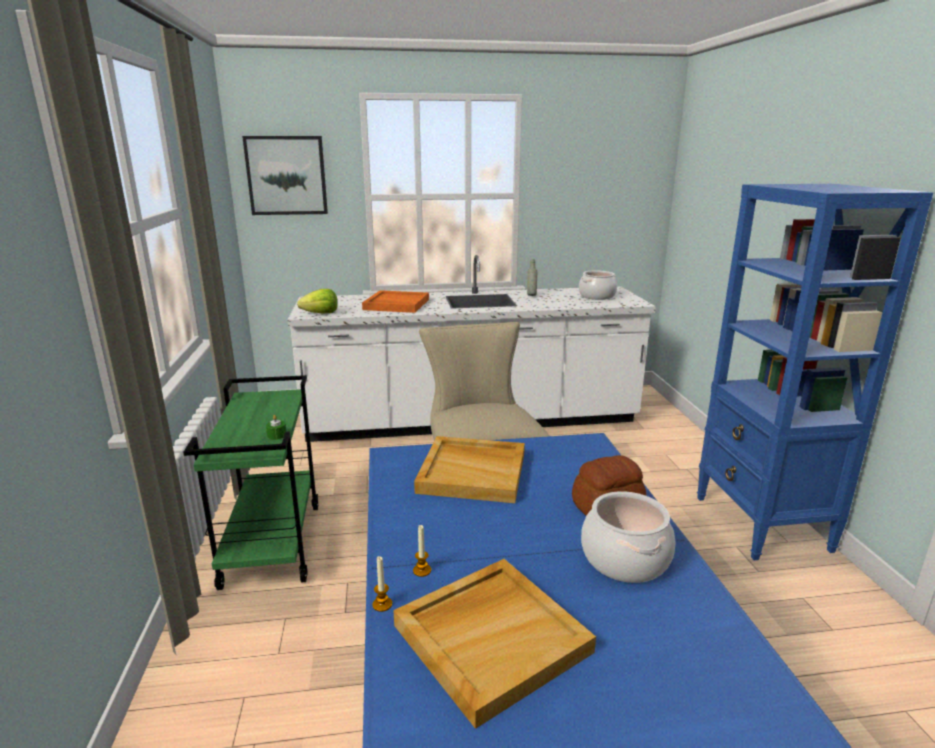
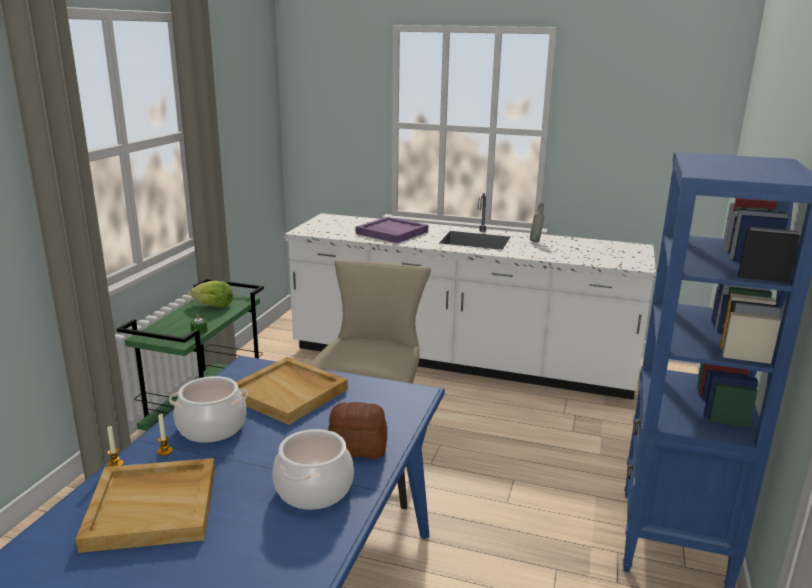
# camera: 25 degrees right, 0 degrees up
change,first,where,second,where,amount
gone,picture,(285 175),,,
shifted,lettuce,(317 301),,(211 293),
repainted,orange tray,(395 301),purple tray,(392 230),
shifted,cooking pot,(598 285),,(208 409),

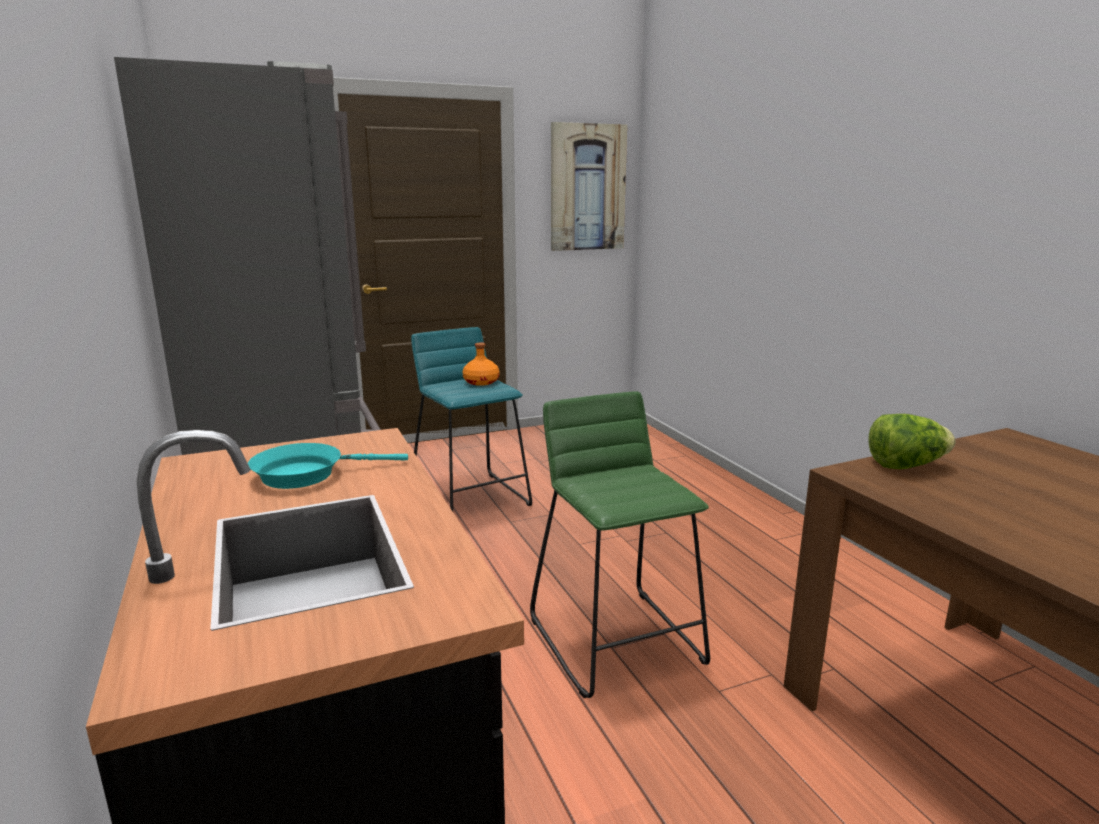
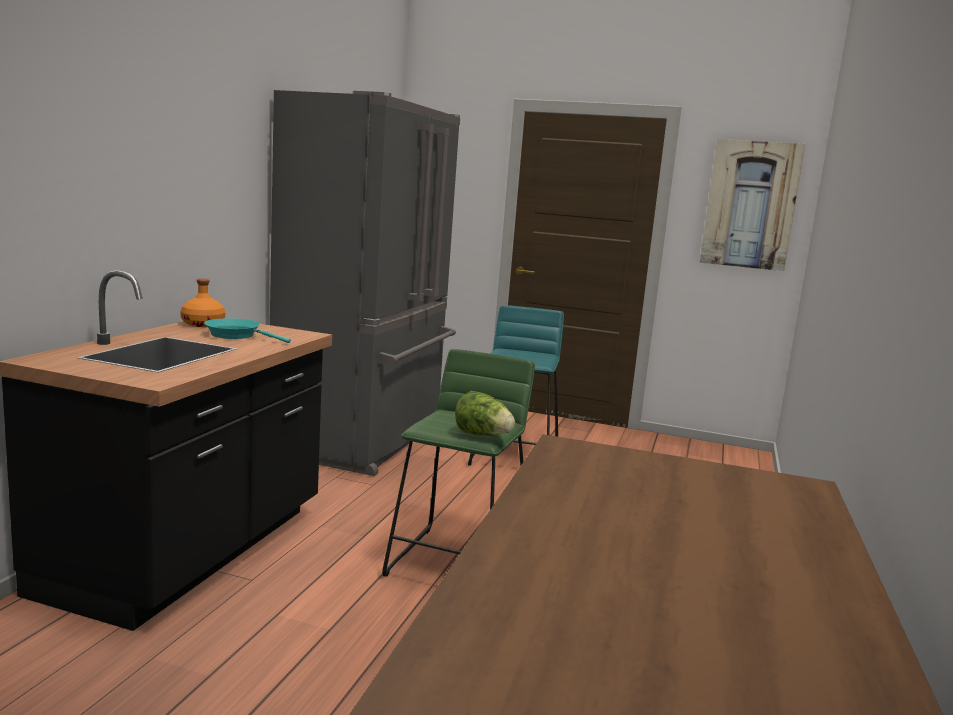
# camera: 40 degrees right, 5 degrees down
change,first,where,second,where,amount
shifted,orange bottle,(481 364),,(202 302),
shifted,lettuce,(912 441),,(485 413),

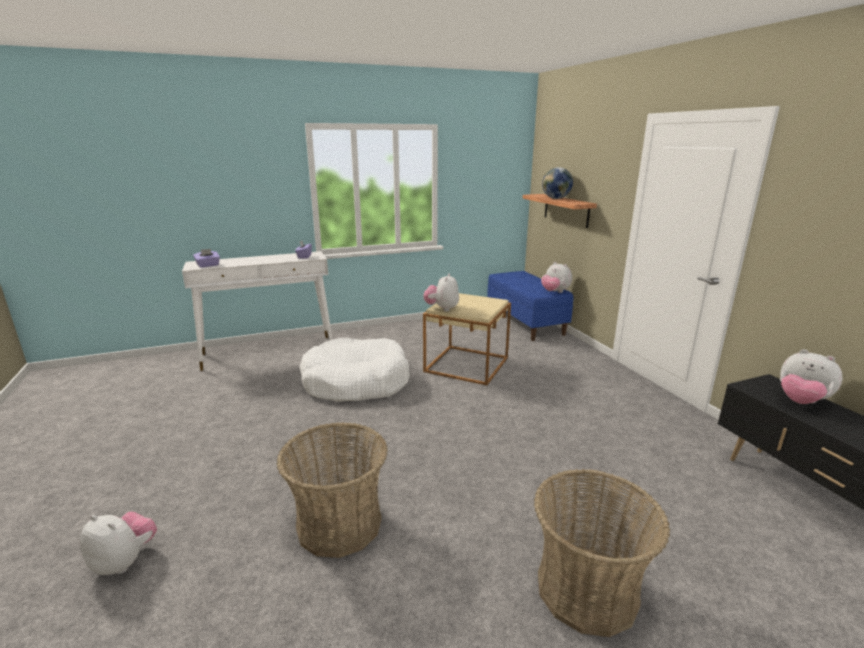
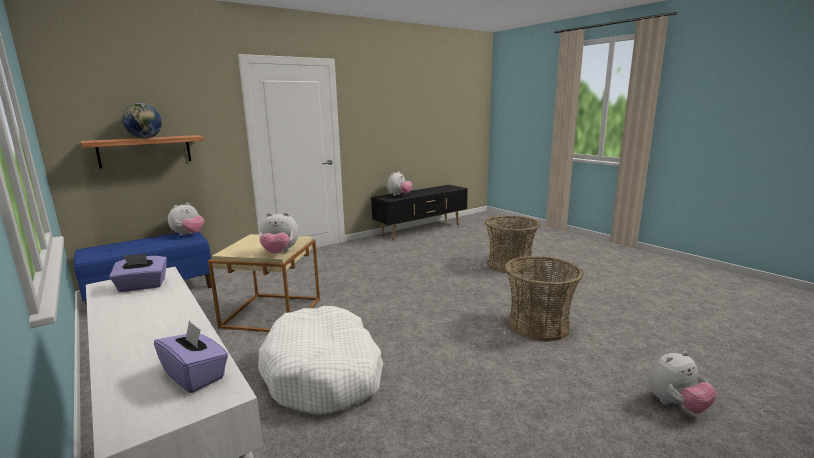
# camera: 105 degrees left, 5 degrees down
change,first,where,second,where,amount
rotated,plush toy,(118 543),,(682 382),120 degrees counterclockwise

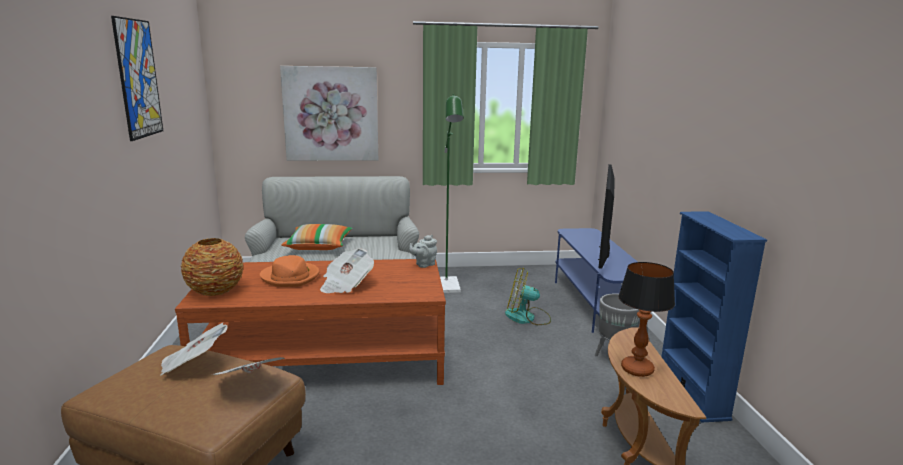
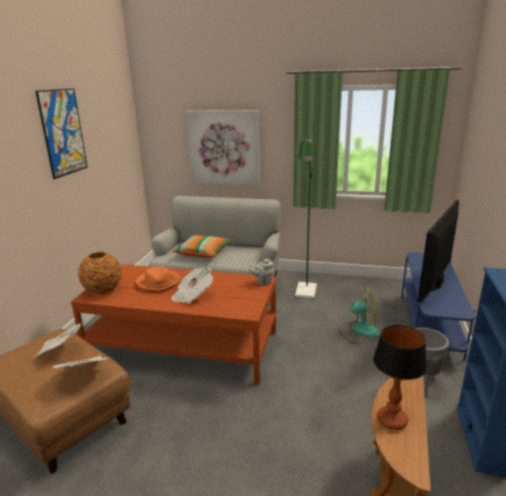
# camera: 20 degrees right, 5 degrees up
change,first,where,second,where,amount
rotated,fan,(528 296),,(359 315),150 degrees clockwise

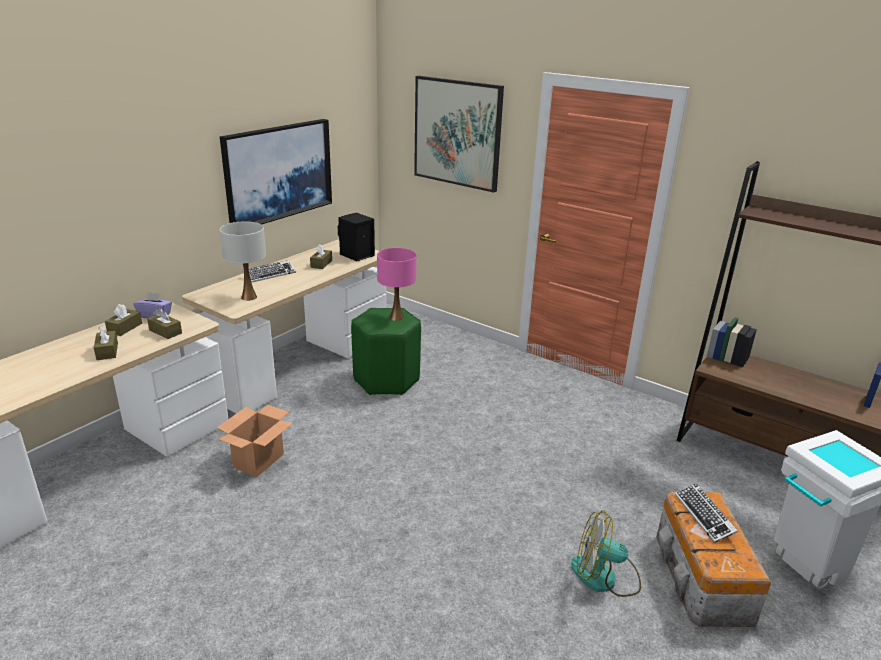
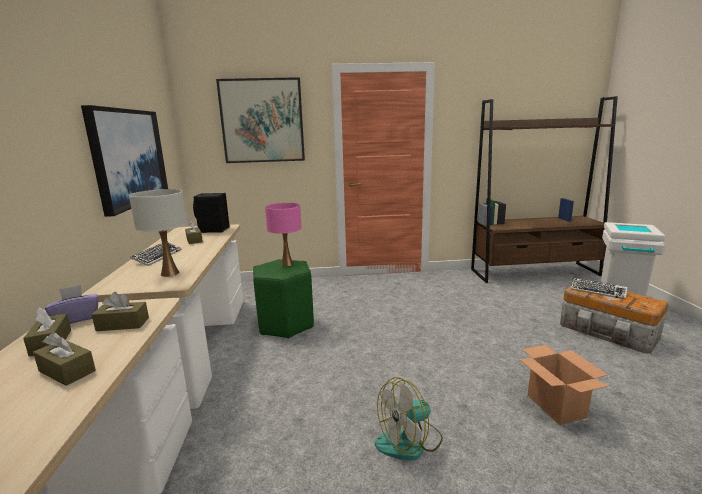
# camera: 40 degrees left, 10 degrees down
change,first,where,second,where,amount
shifted,cardboard box,(254 441),,(564 385),
shifted,fan,(606 553),,(409 419),

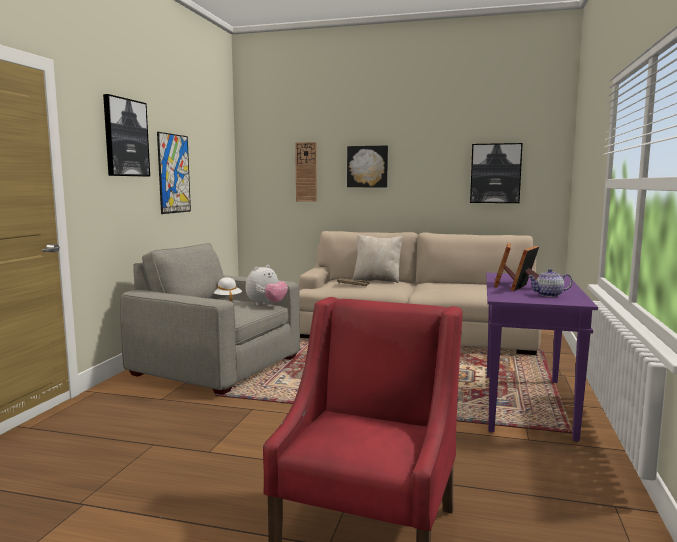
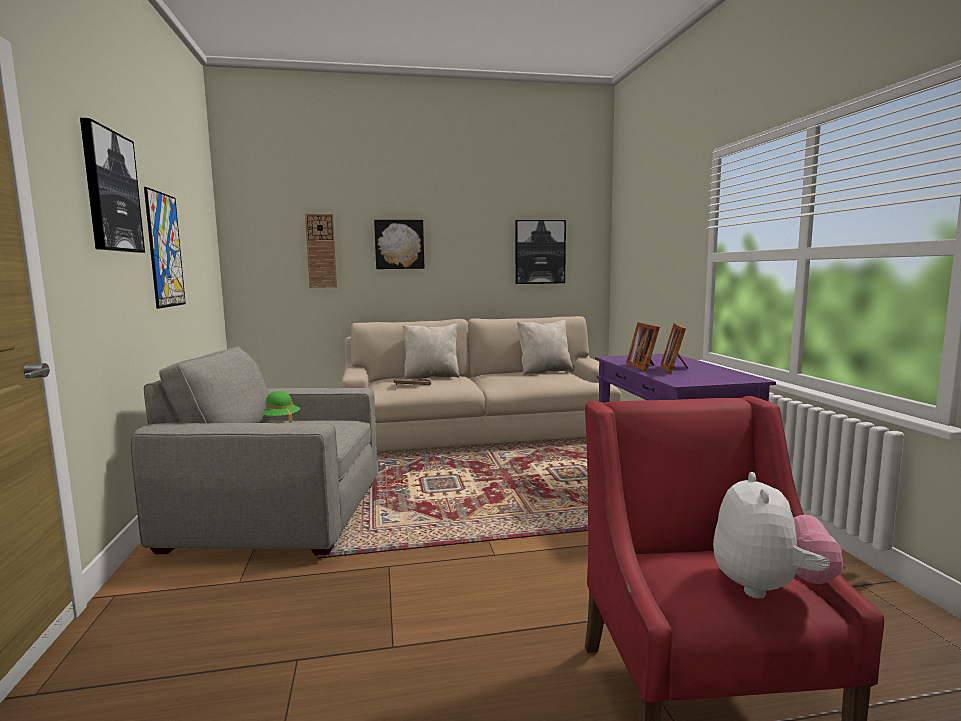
# camera: 25 degrees left, 0 degrees up
change,first,where,second,where,amount
repainted,white hat,(228 289),green hat,(282 407),
shifted,plush toy,(267 285),,(778 535),
gone,teapot,(550 283),,,
new,,,beige pillow,(545 347),

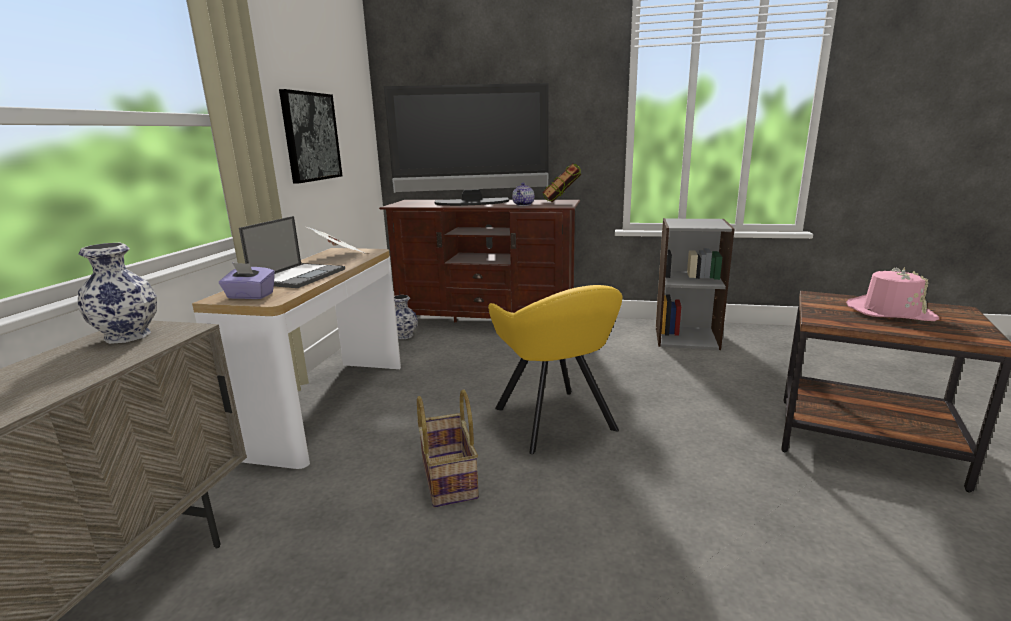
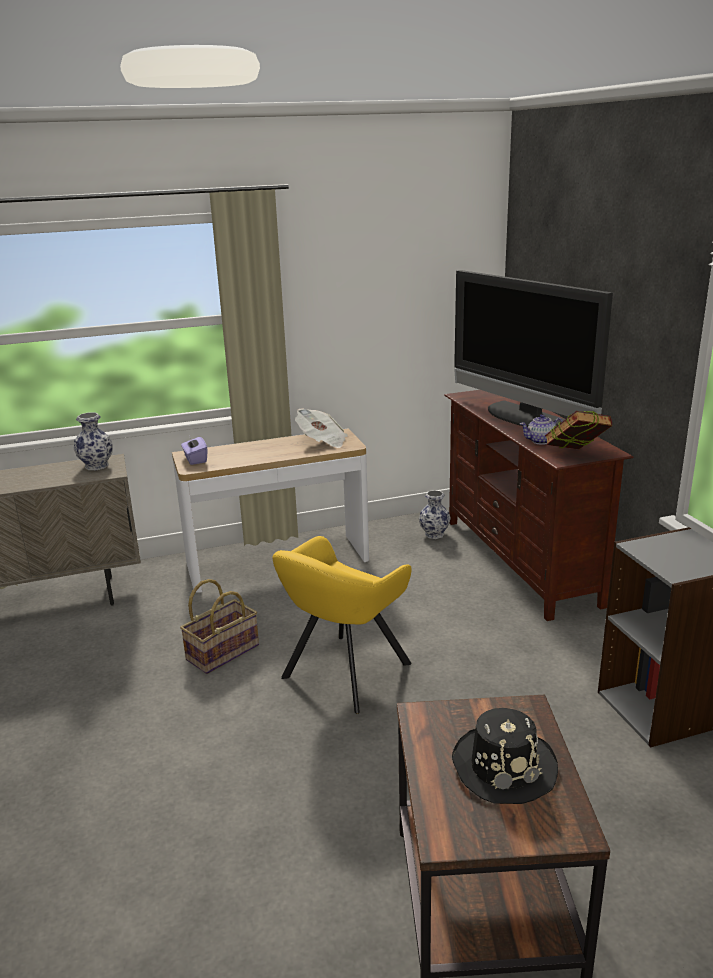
# camera: 60 degrees right, 5 degrees up
change,first,where,second,where,amount
gone,laptop,(292 252),,,
gone,picture,(311 136),,,
repainted,pink hat,(892 294),black hat,(505 756),

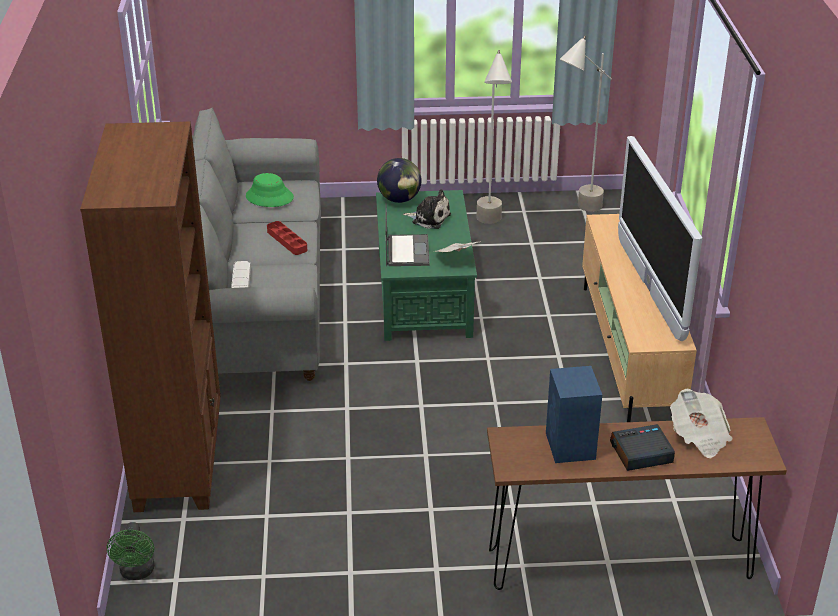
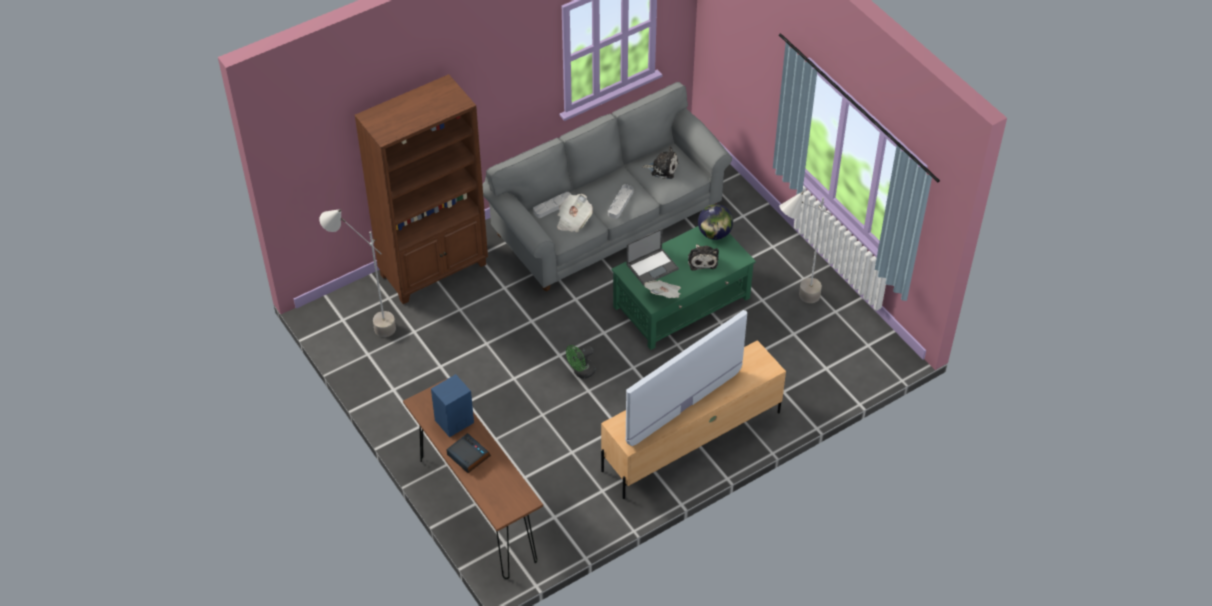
# camera: 60 degrees right, 15 degrees up
change,first,where,second,where,amount
shifted,green fan,(131 551),,(581 362),
swapped,green hat,(270 190),plush toy,(660 162),
repainted,red tray,(287 238),grey tray,(621 201),
shifted,grey floor lamp,(586 124),,(357 273),
shifted,newspaper,(701 423),,(575 213),

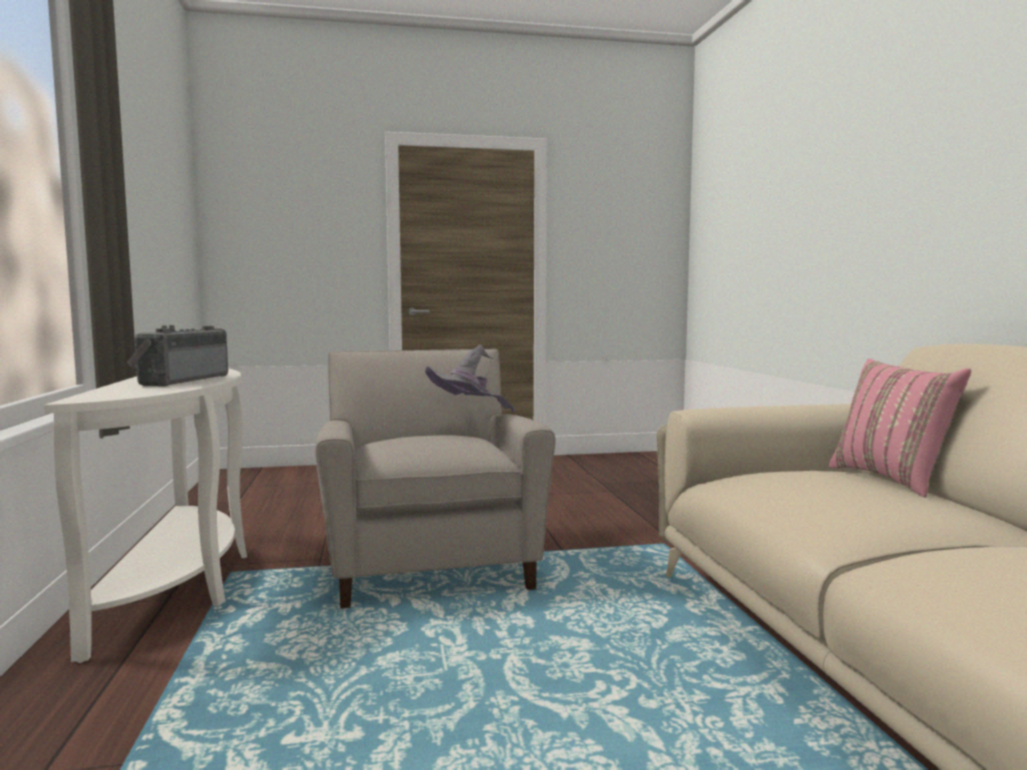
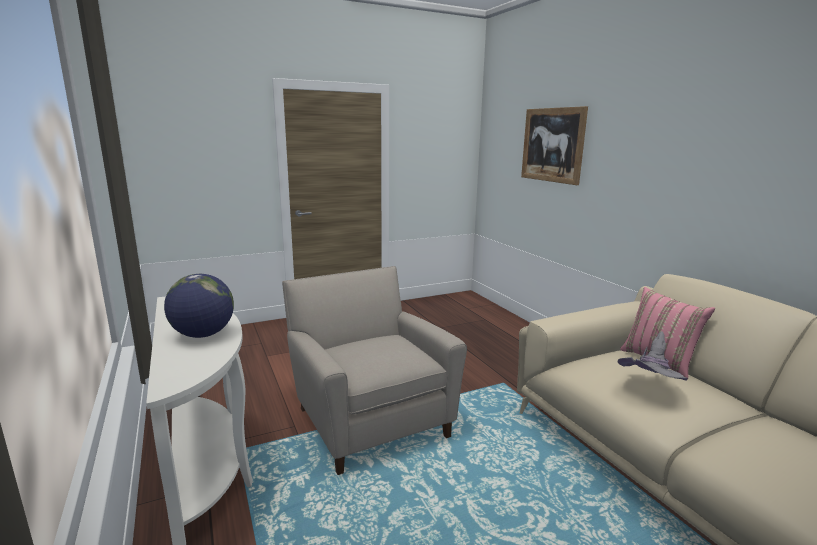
# camera: 15 degrees left, 10 degrees up
change,first,where,second,where,amount
swapped,radio,(177 356),globe,(199 306),
shifted,grey hat,(470 378),,(653 356),
new,,,picture,(554 145),

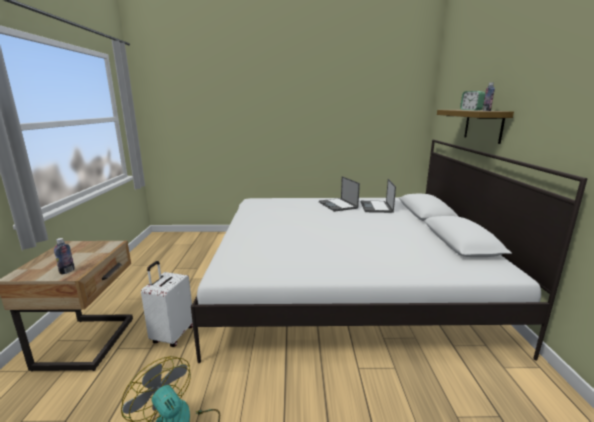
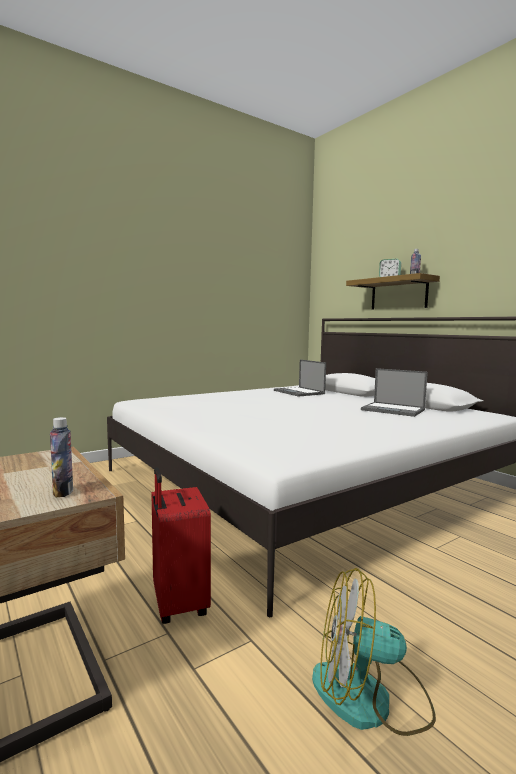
# camera: 35 degrees left, 10 degrees down
change,first,where,second,where,amount
repainted,white suitcase,(167 304),red suitcase,(181 545),
shifted,laptop,(339 194),,(394 392),

